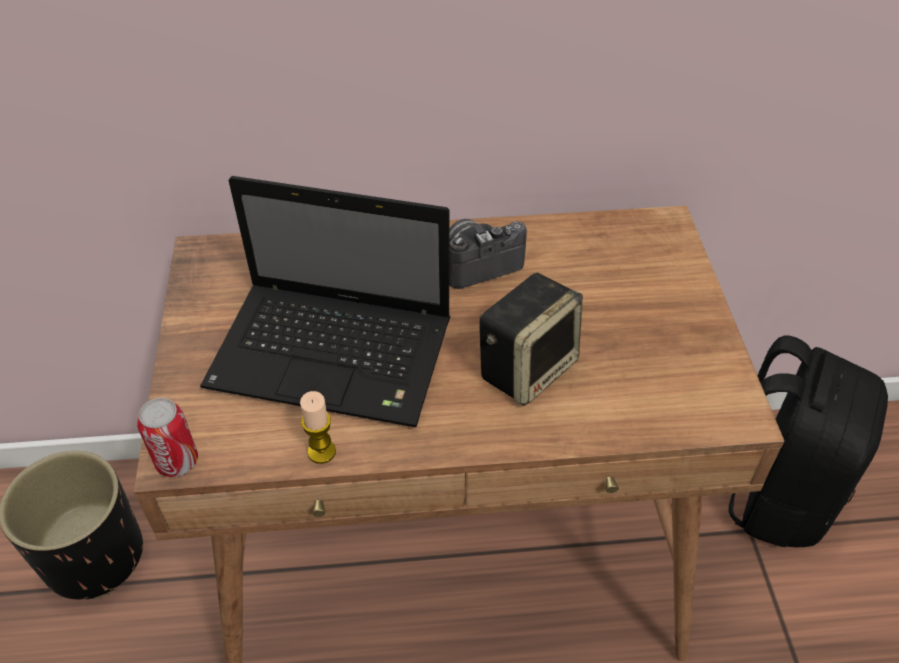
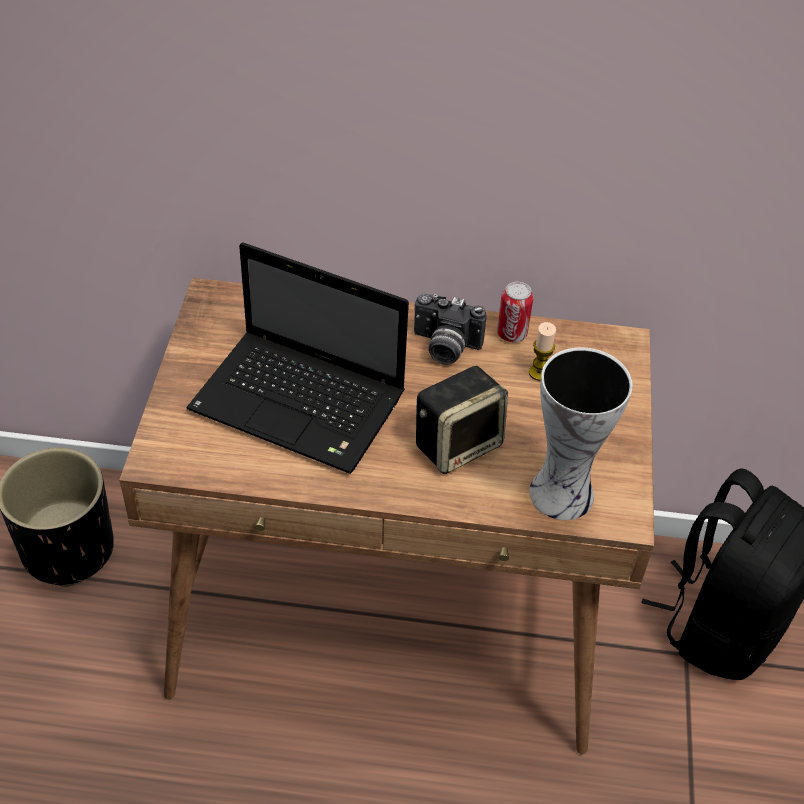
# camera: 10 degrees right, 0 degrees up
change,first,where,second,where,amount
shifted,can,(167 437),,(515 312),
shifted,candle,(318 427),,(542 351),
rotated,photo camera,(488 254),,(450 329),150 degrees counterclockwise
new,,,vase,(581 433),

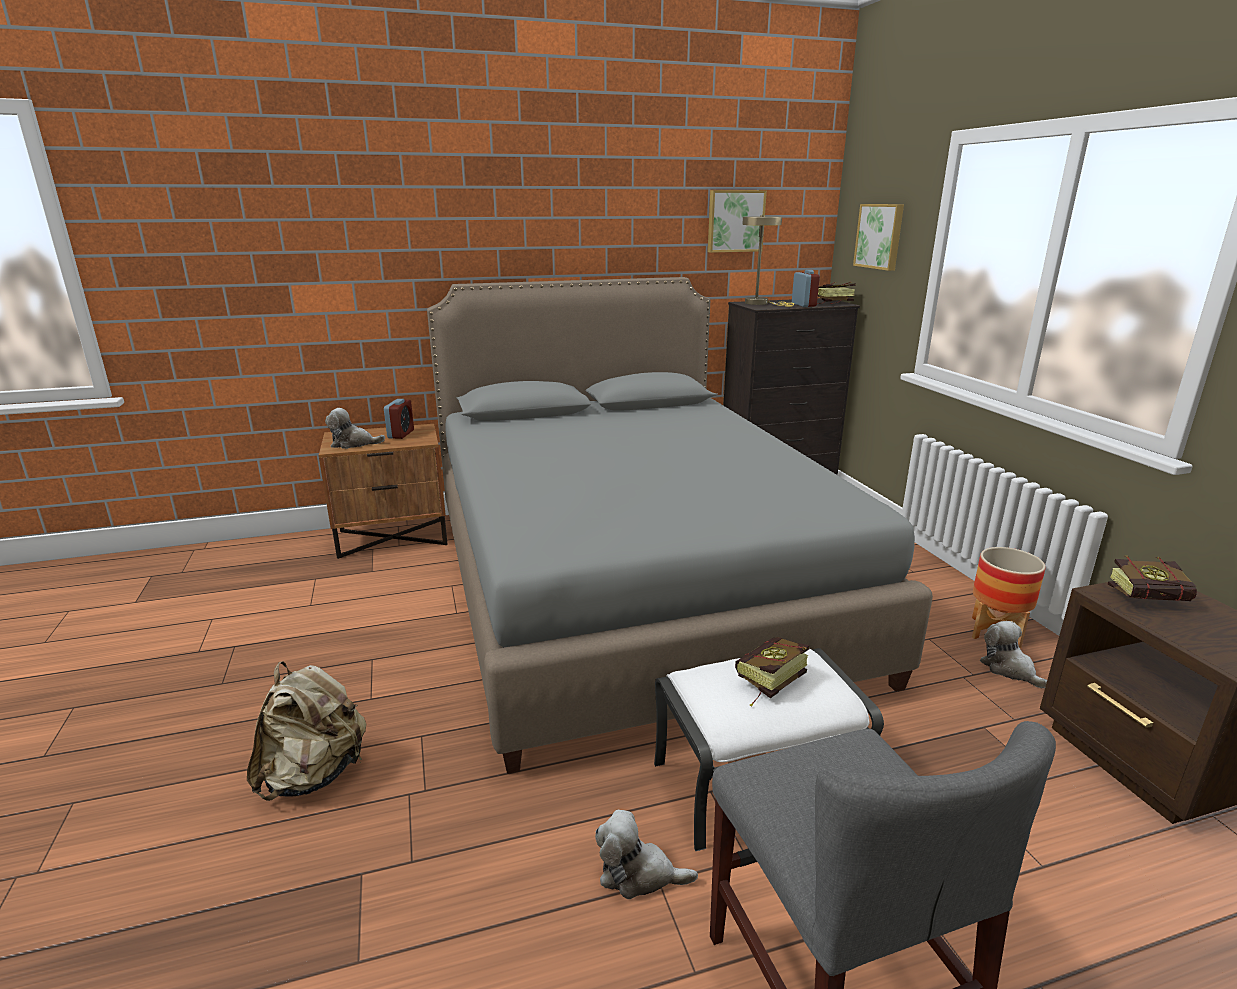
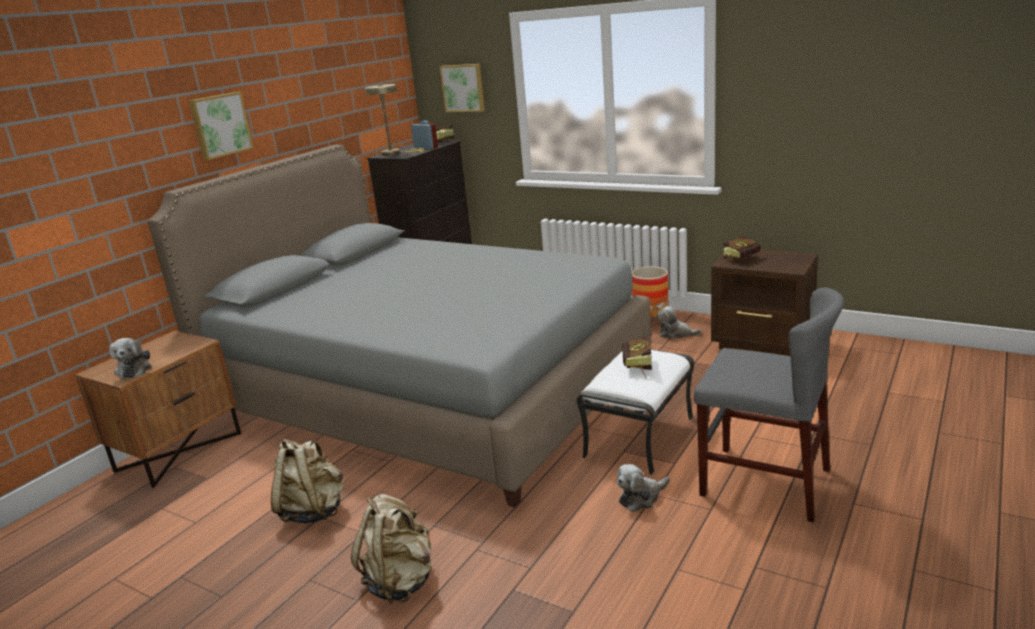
# camera: 40 degrees left, 0 degrees up
change,first,where,second,where,amount
rotated,plush toy,(355 428),,(130 358),60 degrees counterclockwise
gone,alarm clock,(399 419),,,
shifted,picture,(737 221),,(221 126),
new,,,beige backpack,(307 481),

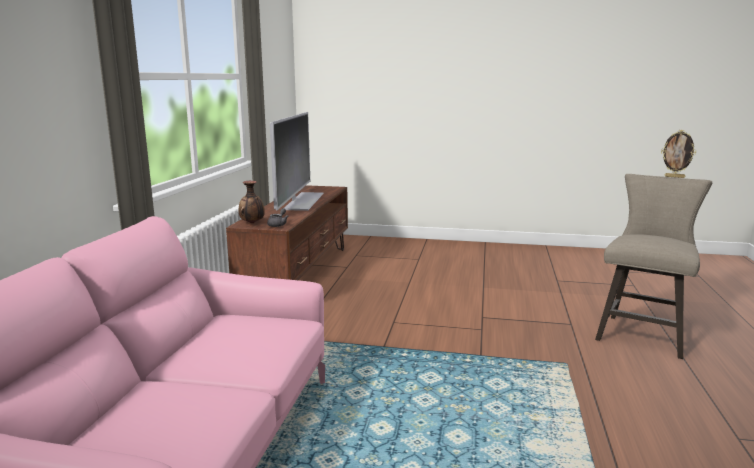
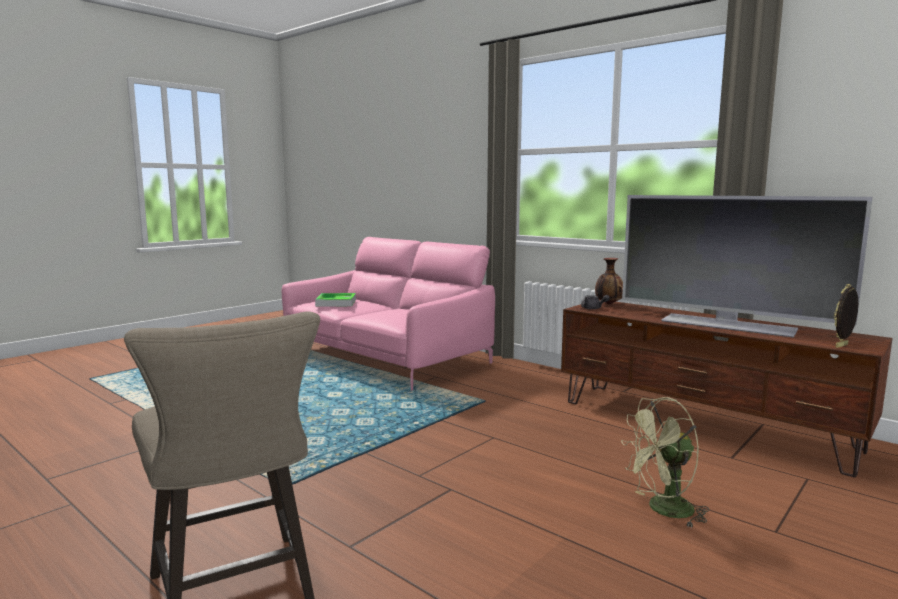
# camera: 120 degrees right, 5 degrees down
change,first,where,second,where,amount
shifted,picture frame,(678 154),,(846 316),
new,,,tray,(335 300),
new,,,green fan,(665 462),

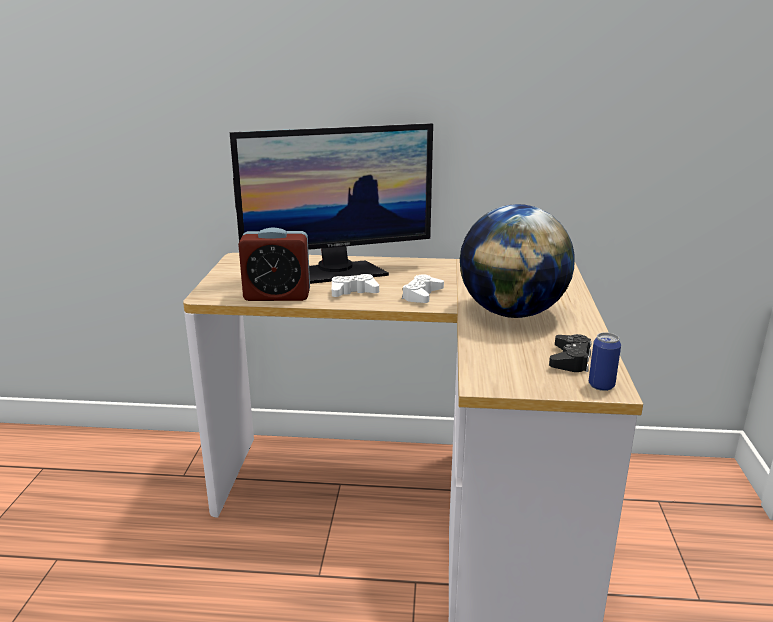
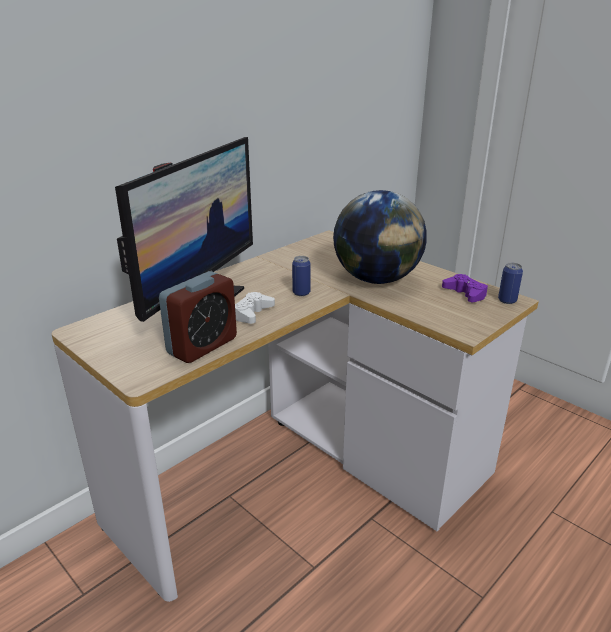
# camera: 50 degrees left, 5 degrees up
change,first,where,second,where,amount
swapped,white game controller,(423 288),can,(301 276),
repainted,black game controller,(570 353),purple game controller,(465 288),

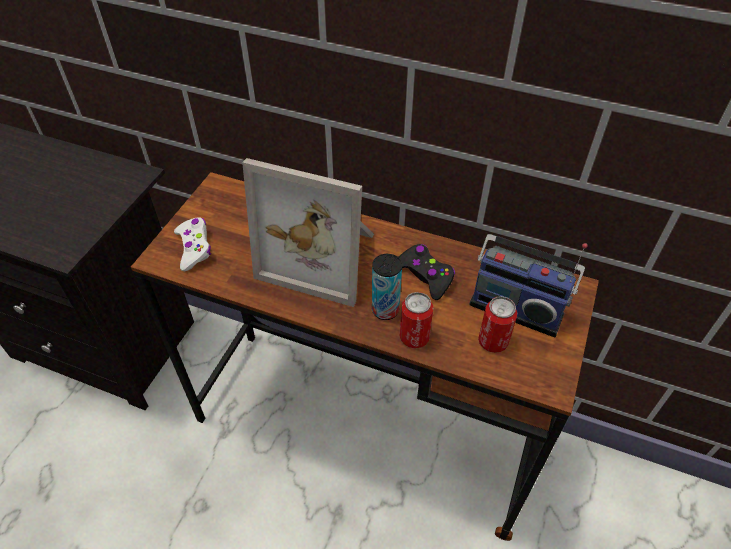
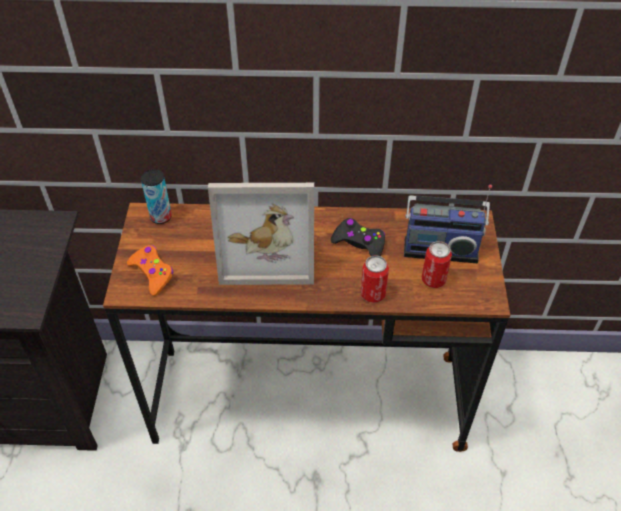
# camera: 20 degrees left, 0 degrees up
change,first,where,second,where,amount
repainted,white game controller,(192 244),orange game controller,(150 270),
shifted,can,(387 287),,(156 196),

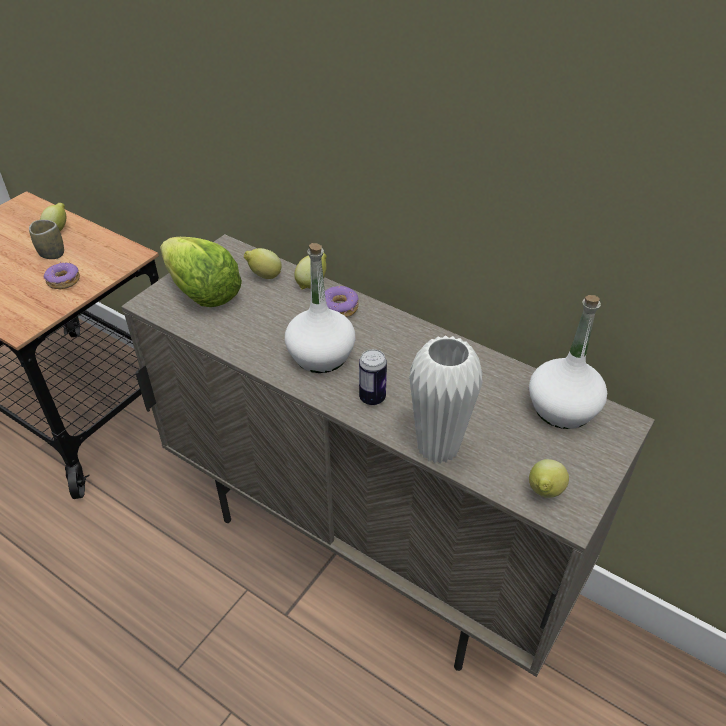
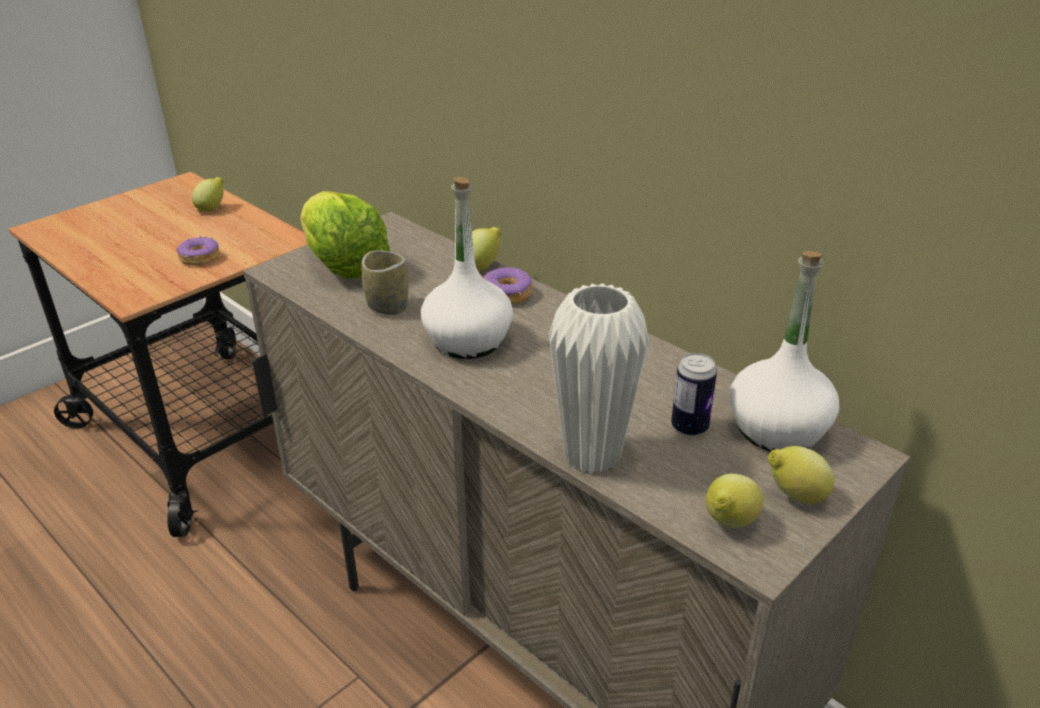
# camera: 10 degrees right, 10 degrees down
change,first,where,second,where,amount
shifted,cup,(46 239),,(384 282),
shifted,lemon,(263 263),,(800 475),
shifted,can,(373 377),,(694 394),

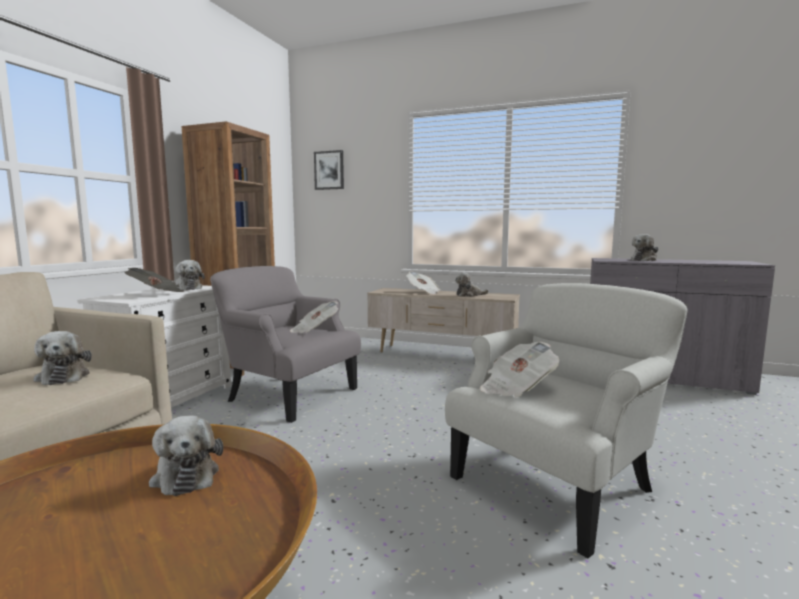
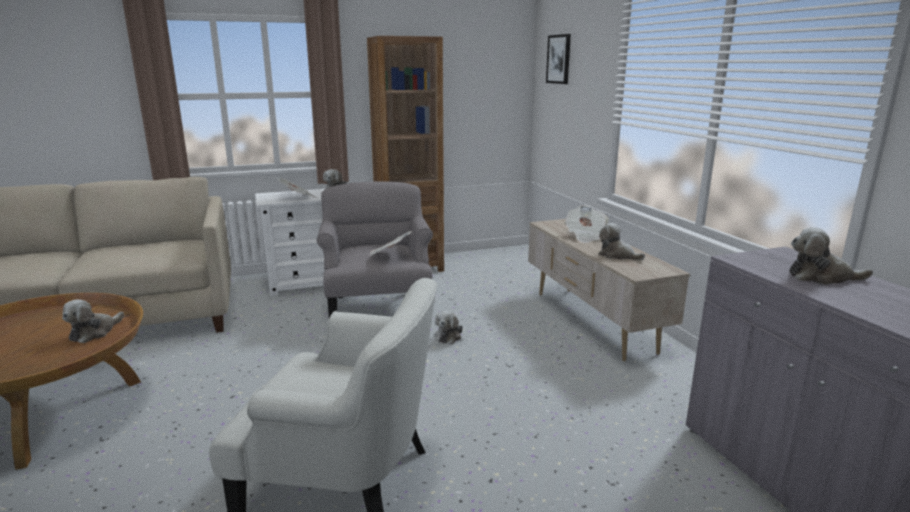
# camera: 50 degrees right, 10 degrees up
change,first,where,second,where,amount
shifted,plush toy,(63 358),,(449 327),
gone,newspaper,(519 369),,,

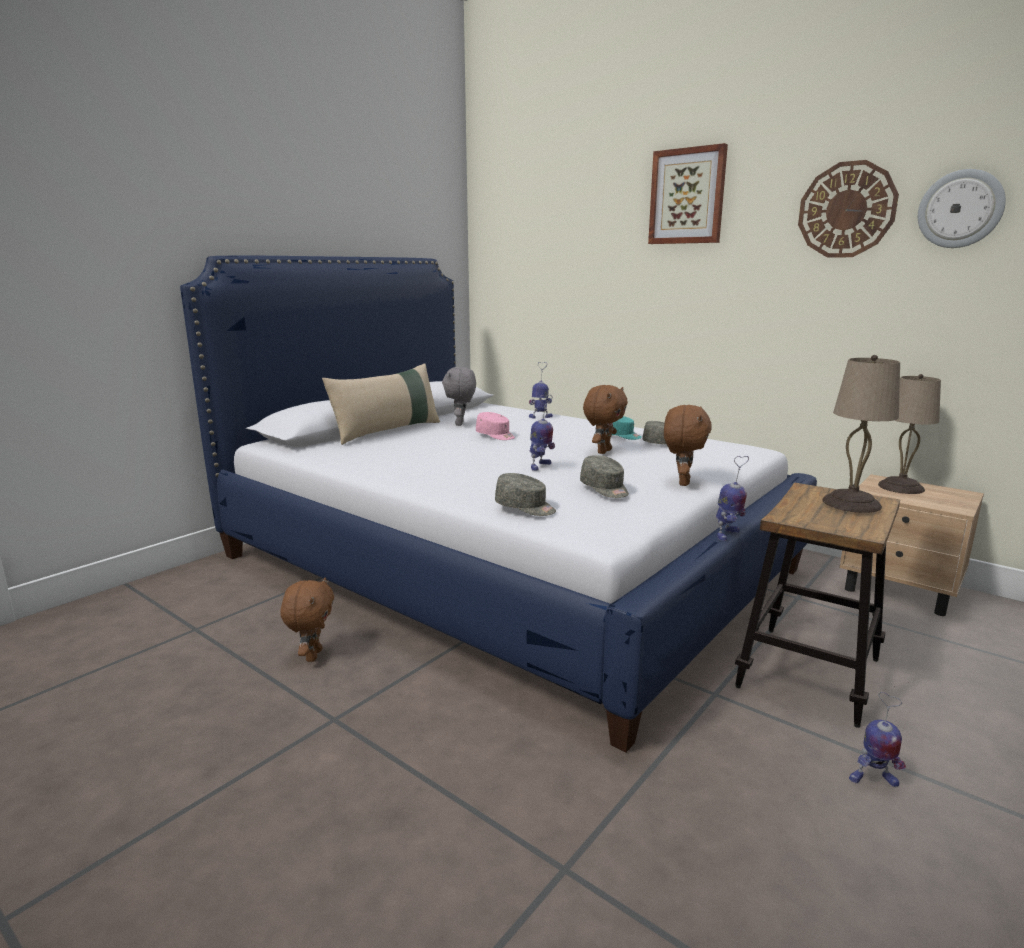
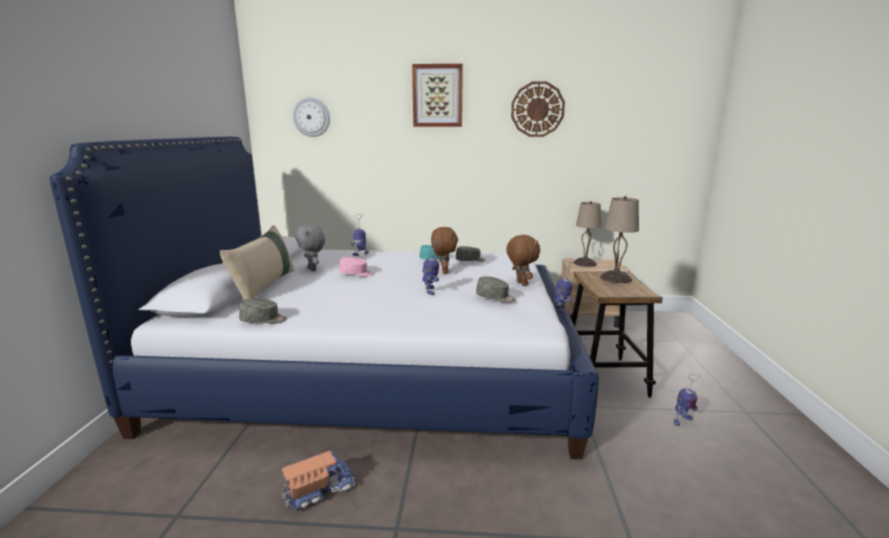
# camera: 35 degrees left, 0 degrees up
change,first,where,second,where,amount
swapped,brown plush toy,(307 620),toy truck,(318 480),
shifted,grey cap,(525 494),,(263 311),
shifted,wall clock,(962 208),,(311 117),

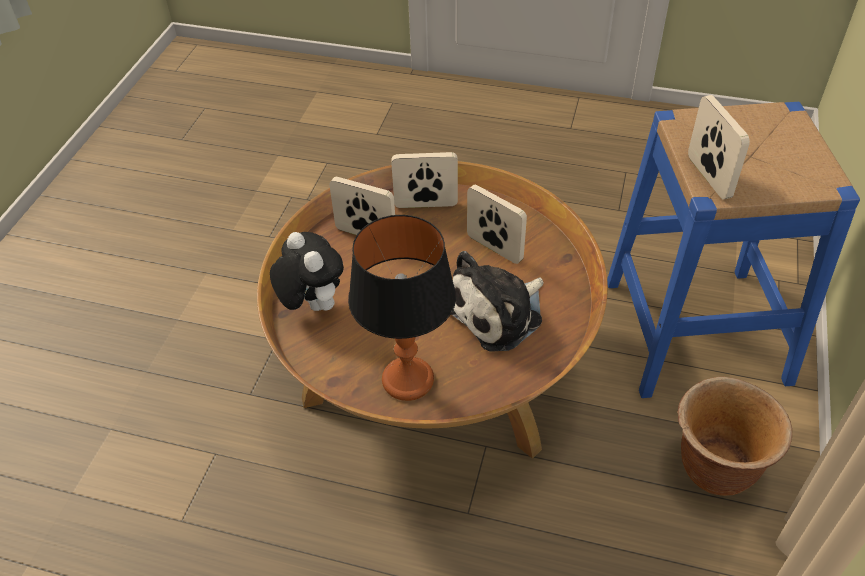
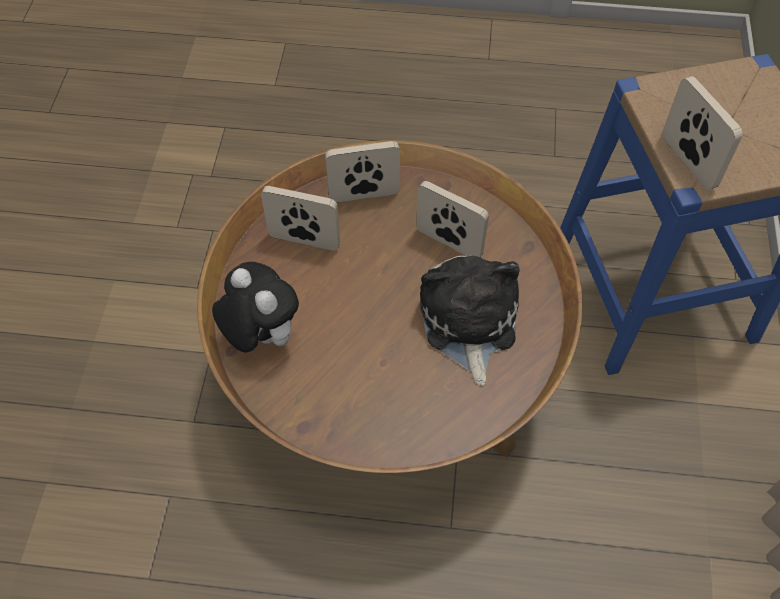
# camera: 10 degrees left, 10 degrees up
change,first,where,second,where,amount
gone,table lamp,(402 308),,,
rotated,plush toy,(497 301),,(470 320),135 degrees clockwise
gone,brown planter,(735 436),,,

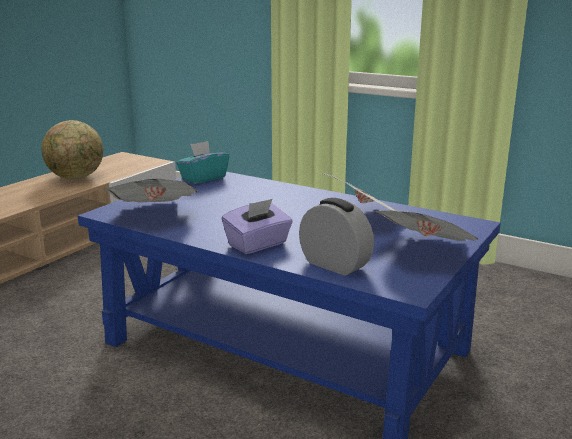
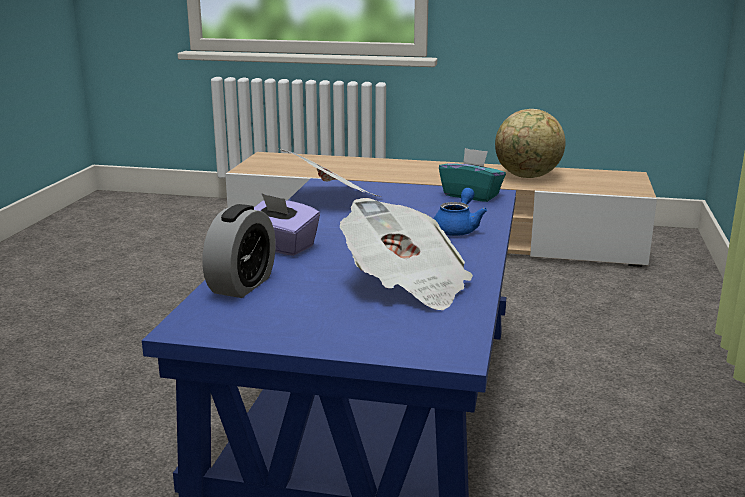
# camera: 70 degrees right, 0 degrees up
change,first,where,second,where,amount
gone,newspaper,(427 226),,,
new,,,blue teapot,(460 212),

